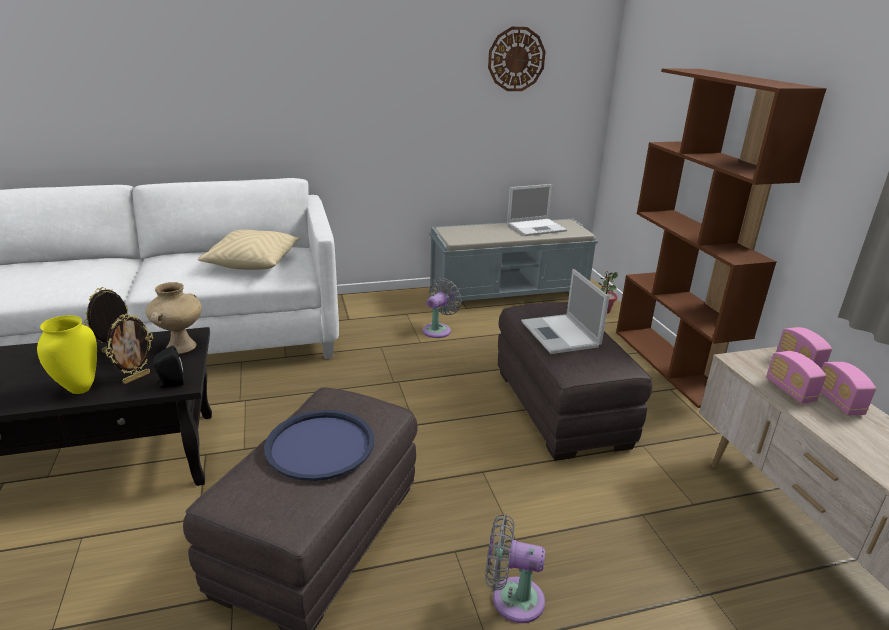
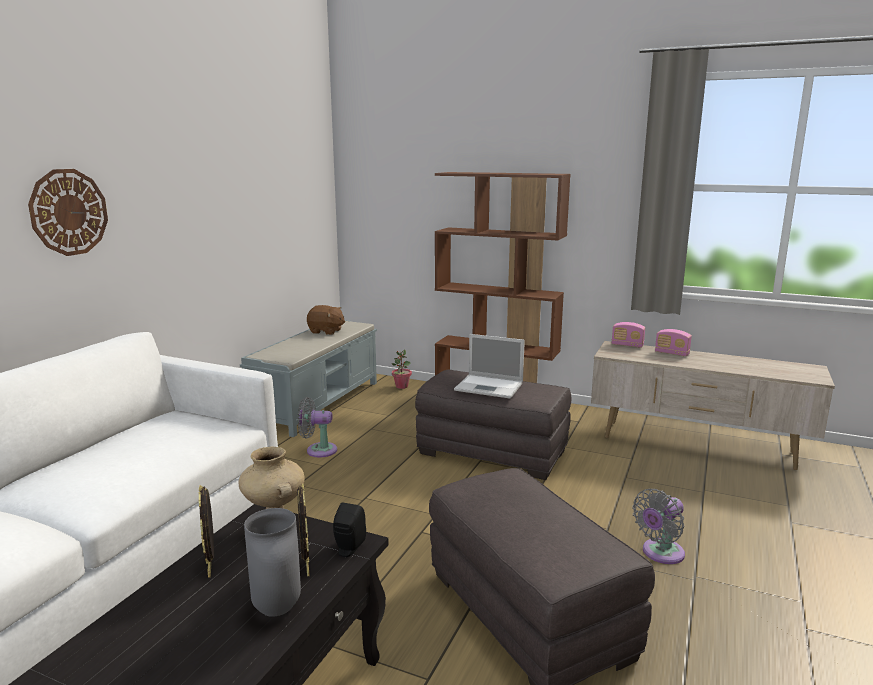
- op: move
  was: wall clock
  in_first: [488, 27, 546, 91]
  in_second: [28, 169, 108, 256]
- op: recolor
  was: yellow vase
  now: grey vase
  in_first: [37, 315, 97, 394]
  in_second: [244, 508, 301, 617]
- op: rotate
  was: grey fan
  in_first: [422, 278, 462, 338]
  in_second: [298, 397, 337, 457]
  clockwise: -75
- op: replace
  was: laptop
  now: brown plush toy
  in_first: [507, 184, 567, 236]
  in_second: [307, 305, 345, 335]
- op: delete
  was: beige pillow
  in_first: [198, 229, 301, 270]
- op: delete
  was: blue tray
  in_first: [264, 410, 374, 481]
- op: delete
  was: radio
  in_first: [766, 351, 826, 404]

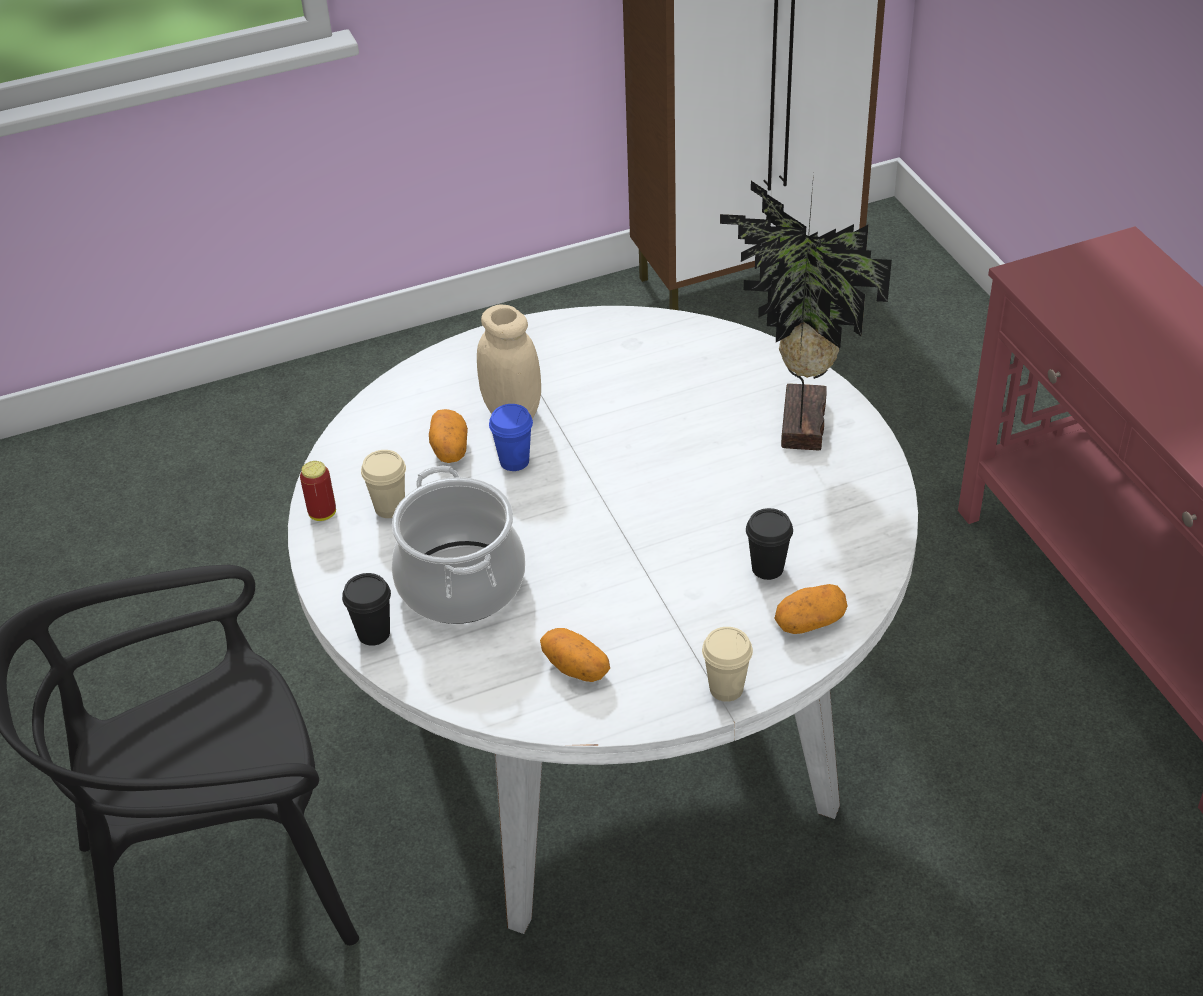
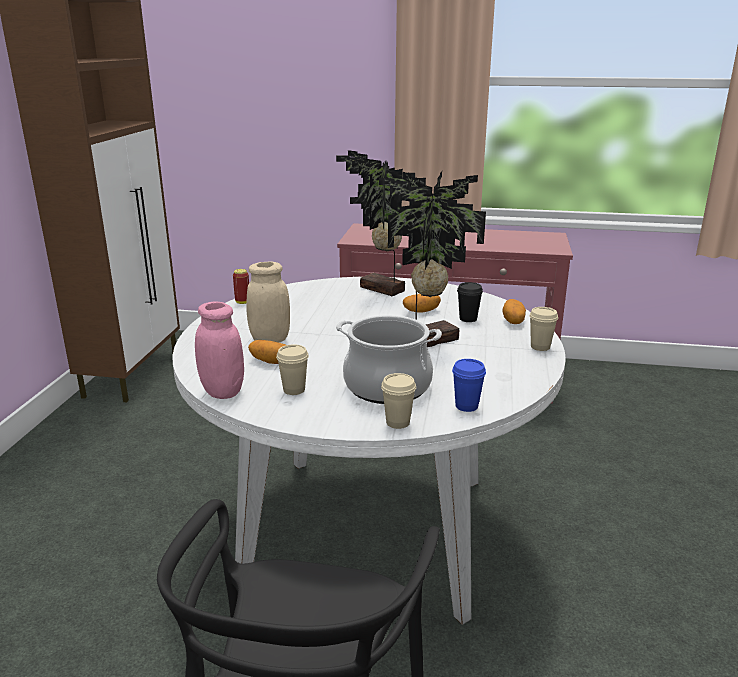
- op: insert
  now: pink jar
  in_second: [195, 302, 244, 399]
- op: move
  was: can
  in_first: [300, 461, 336, 521]
  in_second: [233, 269, 249, 304]
- op: insert
  now: potted plant
  in_second: [379, 171, 486, 347]
- op: recolor
  was: black cup
  now: beige cup
  in_first: [342, 573, 391, 646]
  in_second: [381, 373, 416, 429]
- op: move
  was: potato
  in_first: [540, 628, 610, 682]
  in_second: [403, 294, 441, 313]
- op: move
  was: blue cup
  in_first: [489, 404, 533, 471]
  in_second: [452, 359, 486, 412]

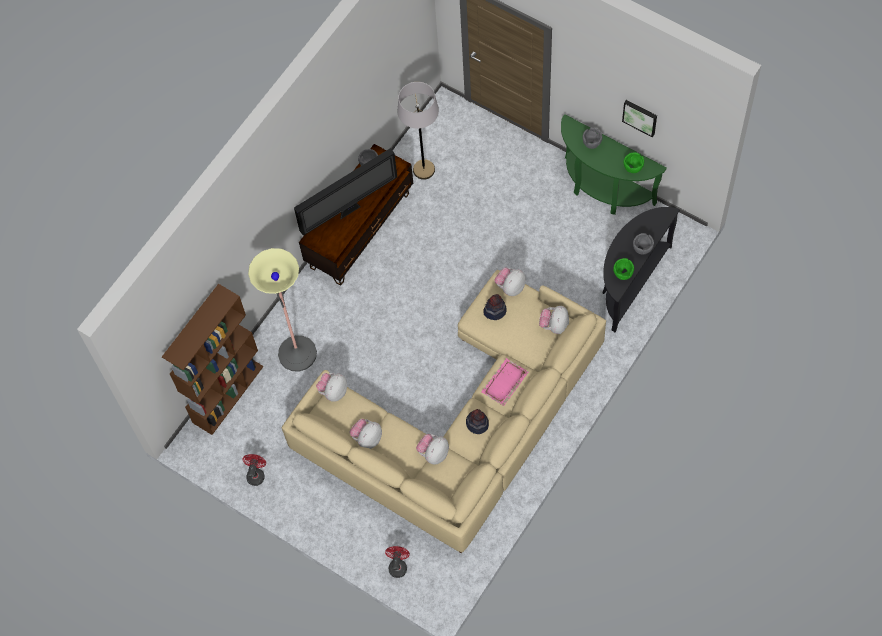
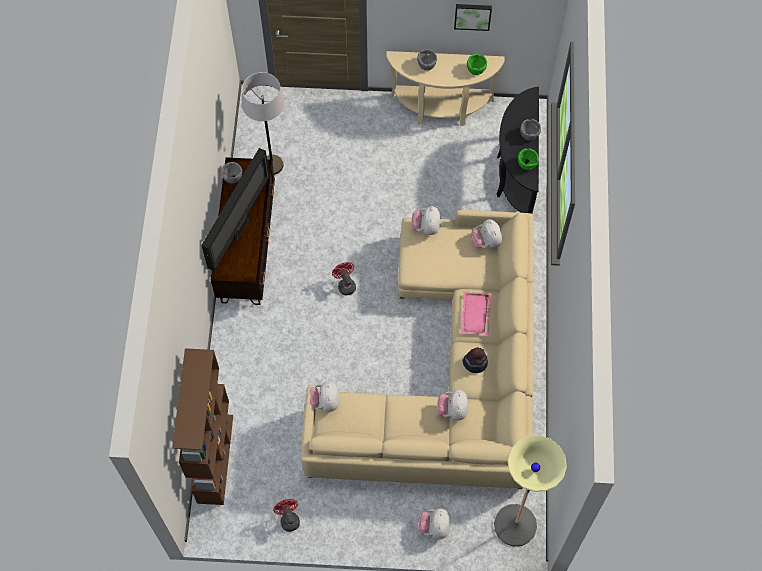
- op: move
  was: red fan
  in_first: [385, 546, 410, 578]
  in_second: [332, 262, 356, 295]
- op: recolor
  was: green console table
  now: beige console table
  in_first: [561, 114, 667, 215]
  in_second: [386, 51, 505, 126]
- op: move
  was: plush toy
  in_first: [350, 419, 382, 449]
  in_second: [419, 508, 450, 539]
- op: move
  was: floor lamp
  in_first: [248, 248, 317, 372]
  in_second: [494, 435, 567, 547]
- op: delete
  was: hat
  in_first: [484, 294, 507, 320]

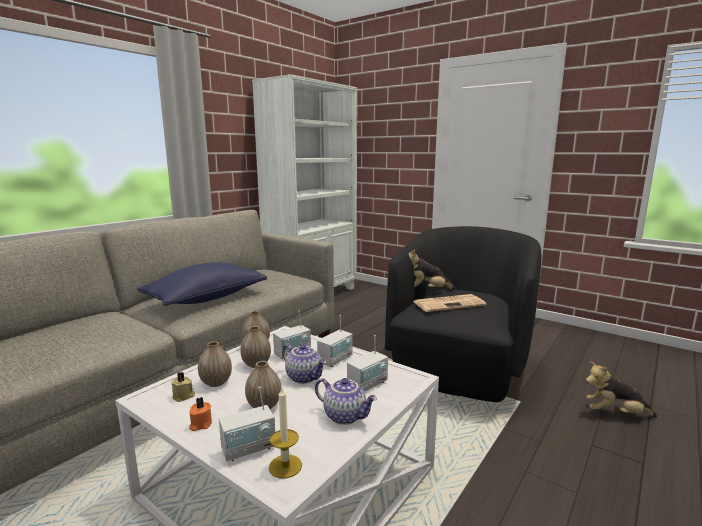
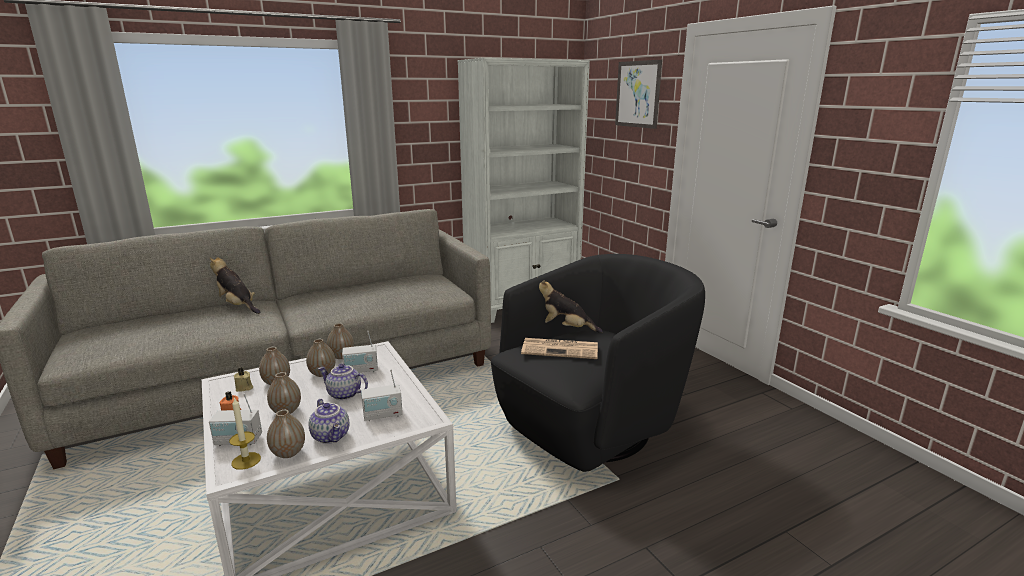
- op: move
  was: plush toy
  in_first: [586, 361, 657, 417]
  in_second: [209, 257, 261, 314]
- op: insert
  now: vase
  in_second: [267, 410, 305, 458]
- op: rotate
  was: teapot
  in_first: [282, 344, 326, 384]
  in_second: [318, 364, 368, 400]
  clockwise: 135
- op: insert
  now: picture
  in_second: [615, 60, 662, 129]
- op: delete
  was: blue pillow
  in_first: [138, 262, 267, 306]
- op: delete
  was: radio
  in_first: [317, 315, 353, 367]

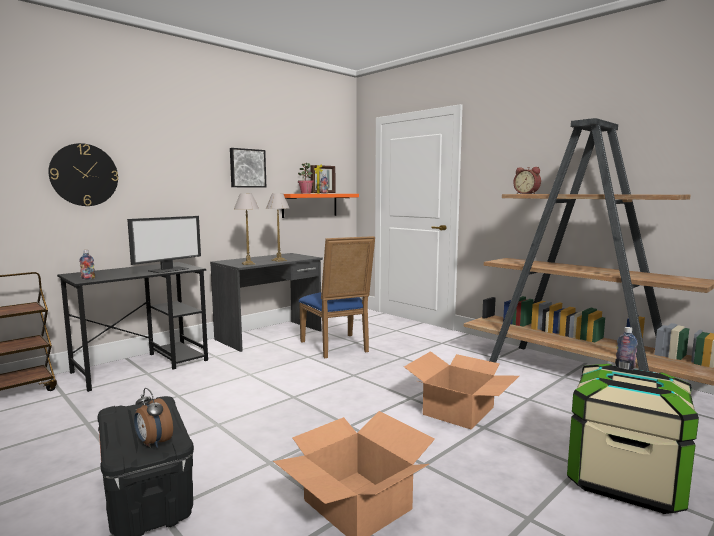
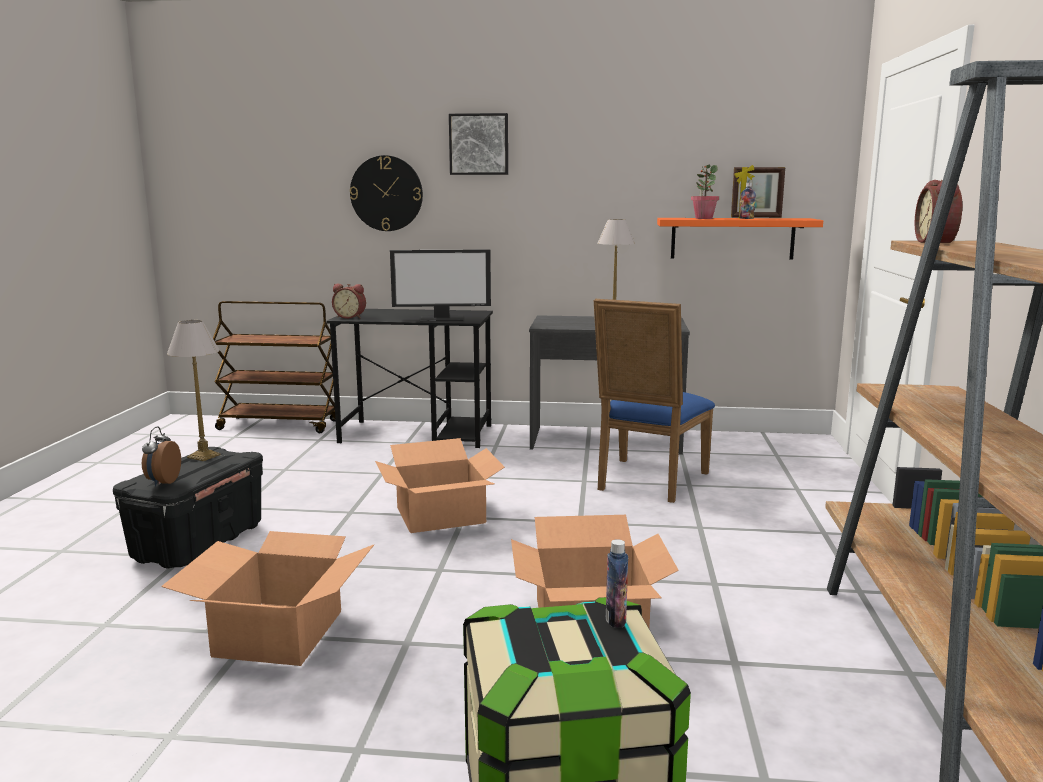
- op: move
  was: table lamp
  in_first: [234, 193, 259, 265]
  in_second: [167, 320, 221, 461]
- op: replace
  was: bottle
  now: alarm clock
  in_first: [79, 250, 95, 280]
  in_second: [332, 284, 366, 319]
- op: insert
  now: cardboard box
  in_second: [375, 438, 505, 533]
- op: move
  was: picture
  in_first: [230, 148, 266, 188]
  in_second: [449, 113, 508, 175]

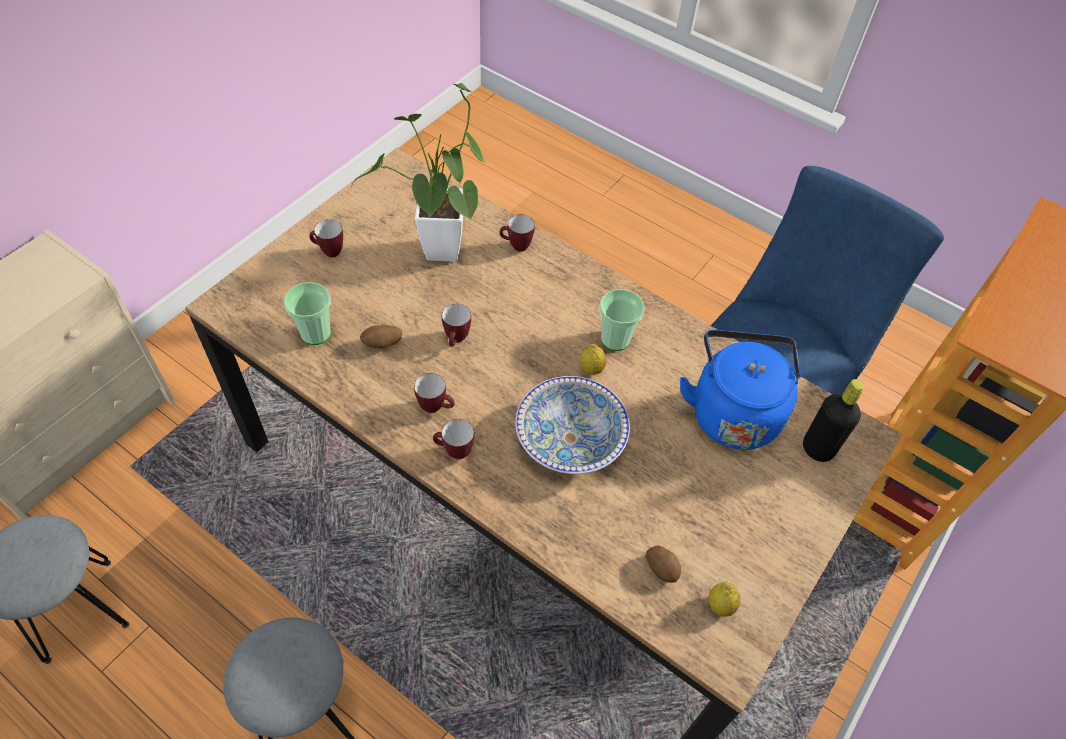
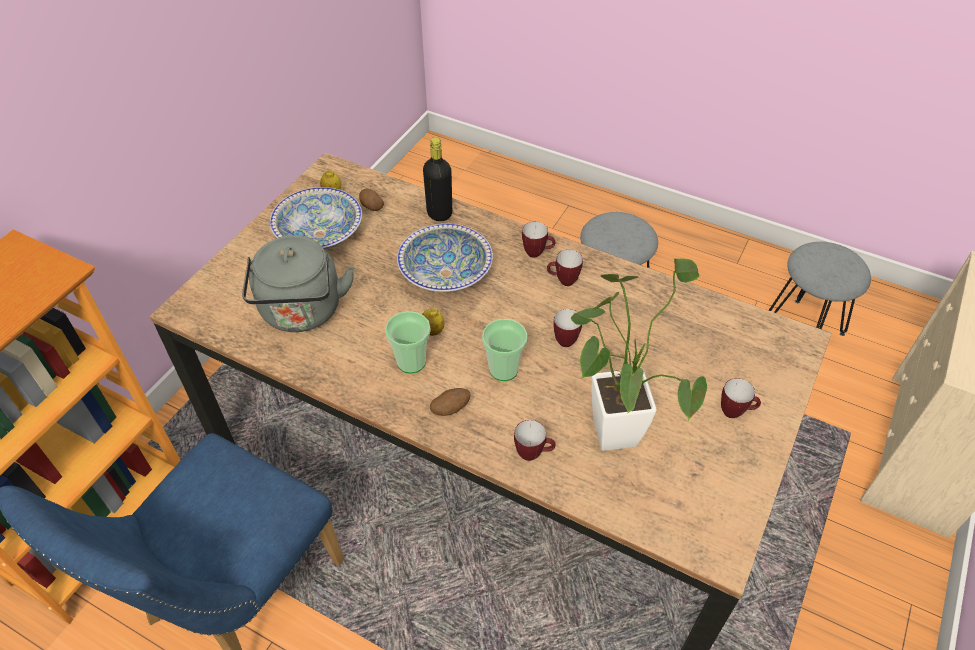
- op: recolor
  was: blue kettle
  now: grey kettle
  in_first: [680, 330, 801, 450]
  in_second: [242, 235, 355, 332]
- op: insert
  now: bowl
  in_second: [270, 187, 362, 250]
- op: move
  was: black bottle
  in_first: [803, 379, 864, 462]
  in_second: [423, 137, 452, 221]
- op: move
  was: potato
  in_first: [360, 325, 402, 349]
  in_second: [430, 388, 471, 416]
- op: move
  was: cup
  in_first: [284, 282, 331, 345]
  in_second: [482, 319, 527, 381]

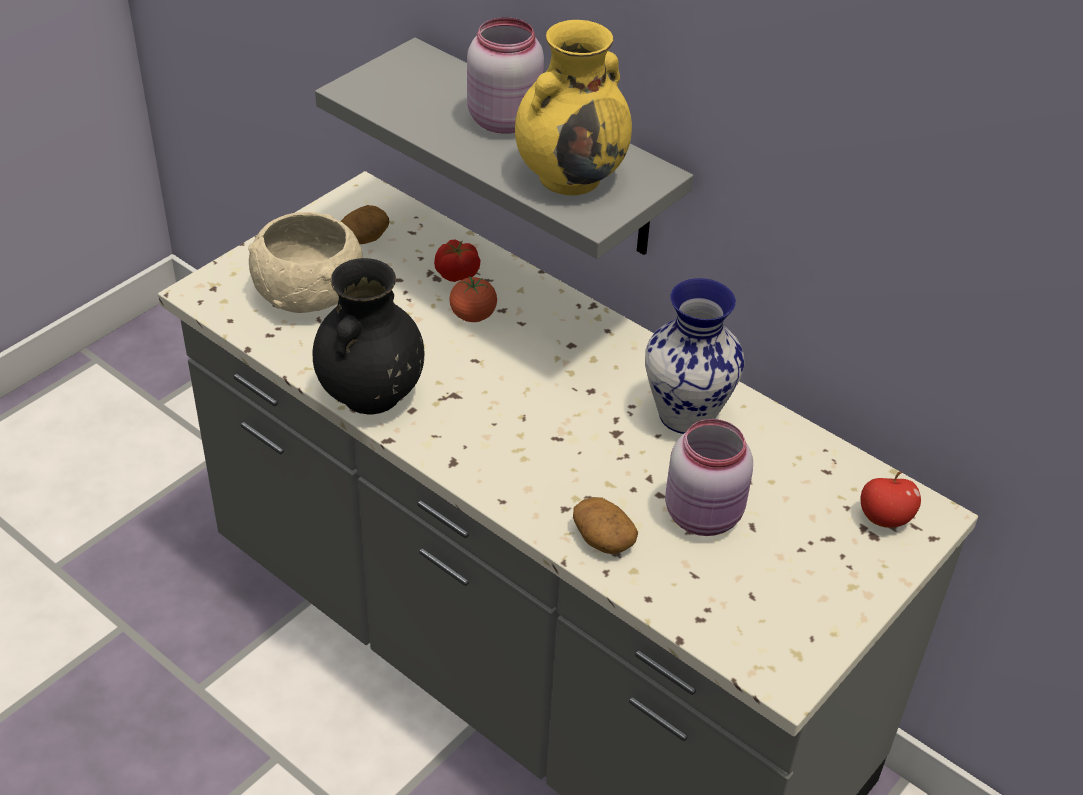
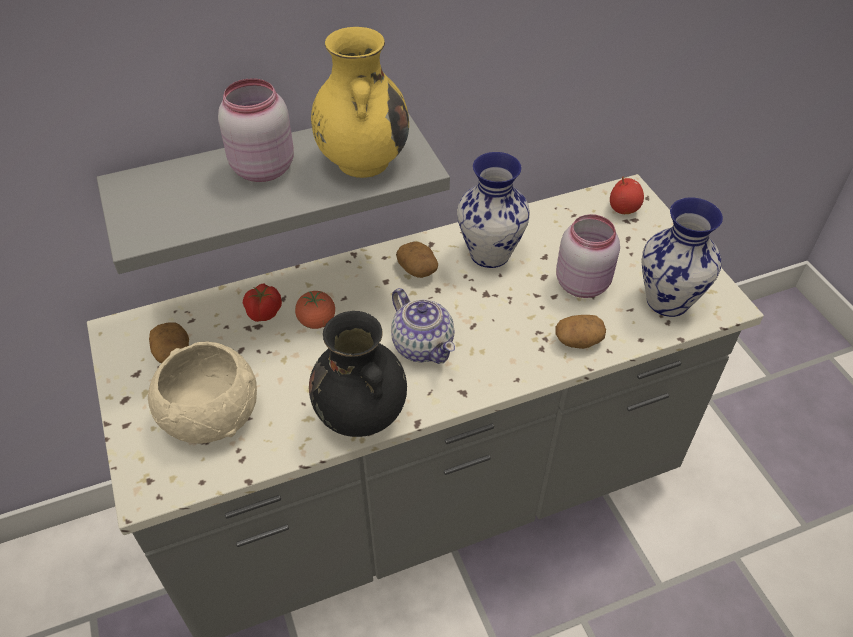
- op: insert
  now: teapot
  in_second: [391, 288, 455, 364]
- op: insert
  now: potato
  in_second: [396, 242, 438, 278]
- op: insert
  now: vase
  in_second: [641, 197, 723, 317]

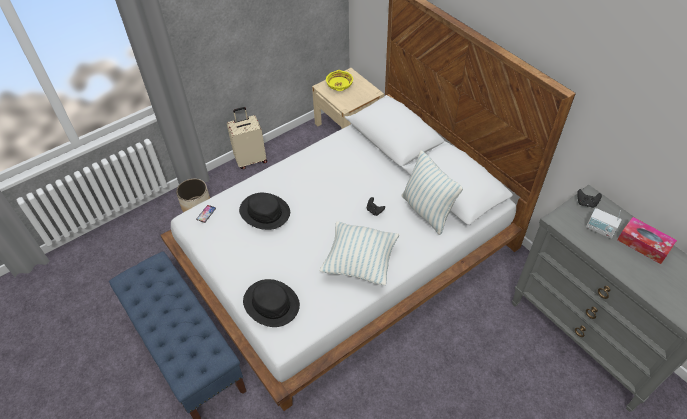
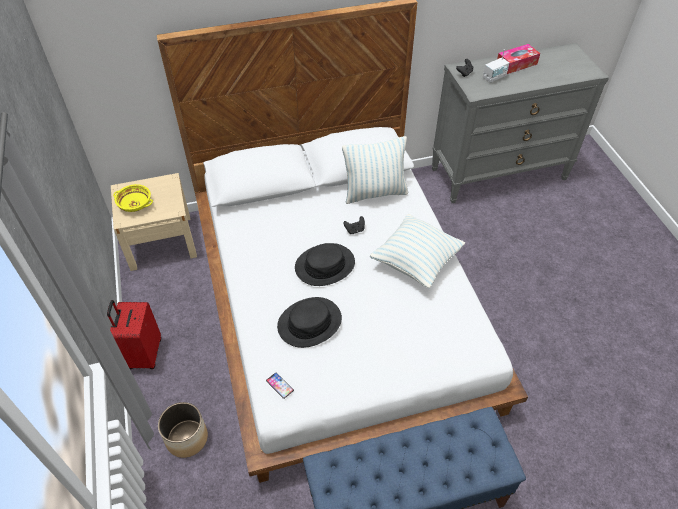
- op: recolor
  was: beige suitcase
  now: red suitcase
  in_first: [227, 107, 267, 169]
  in_second: [107, 300, 161, 369]
- op: move
  was: black hat
  in_first: [243, 279, 300, 327]
  in_second: [295, 243, 355, 286]

